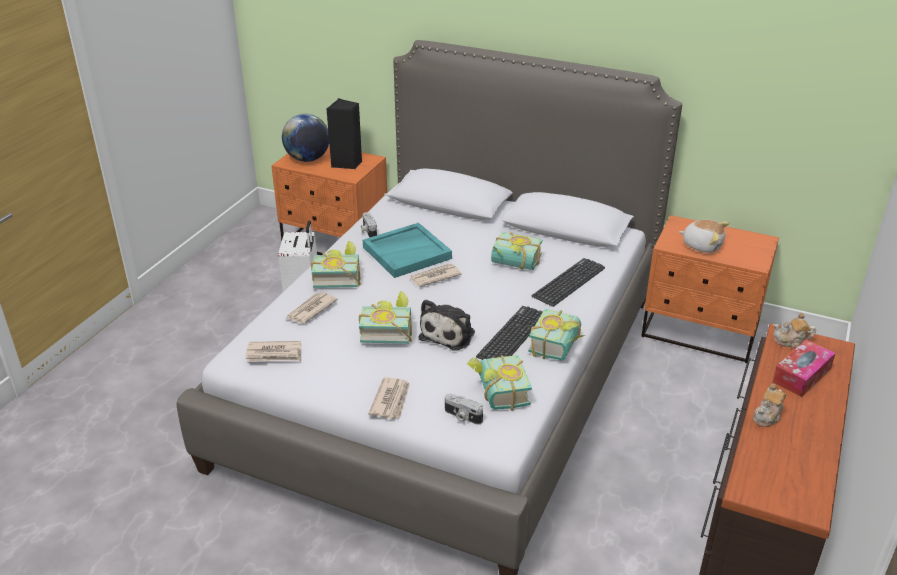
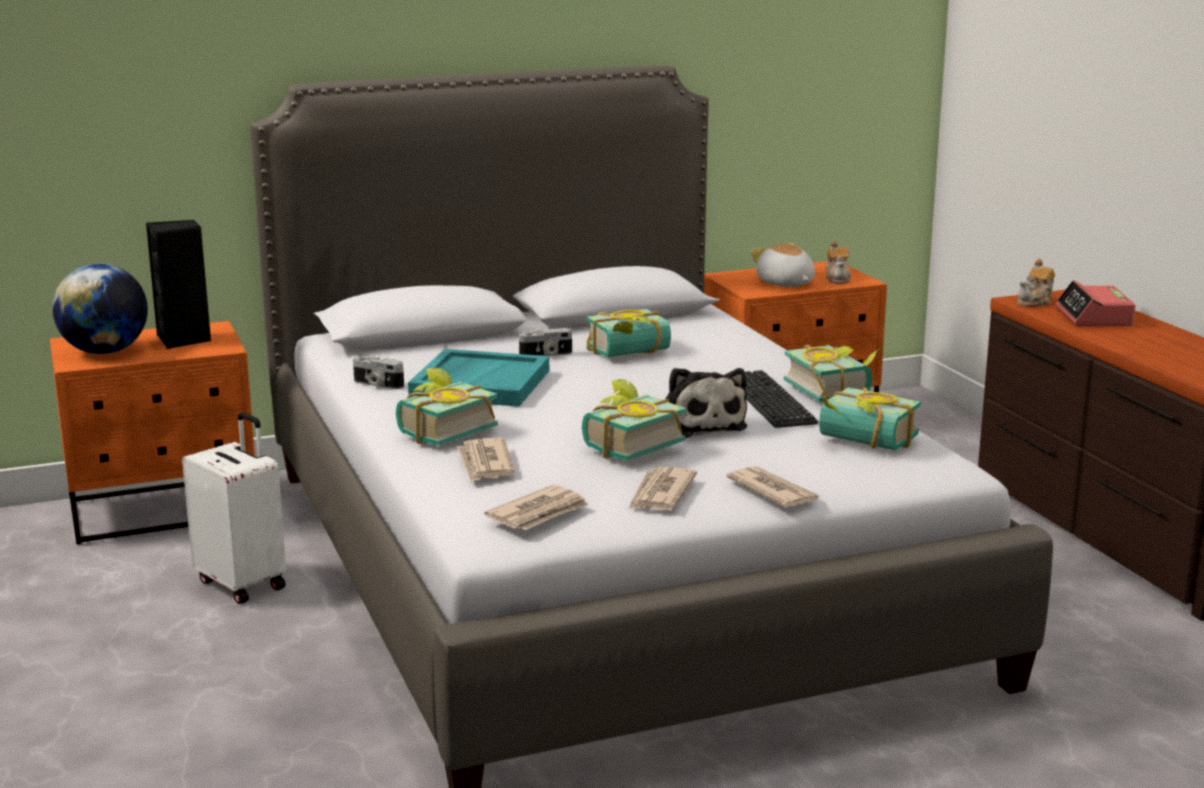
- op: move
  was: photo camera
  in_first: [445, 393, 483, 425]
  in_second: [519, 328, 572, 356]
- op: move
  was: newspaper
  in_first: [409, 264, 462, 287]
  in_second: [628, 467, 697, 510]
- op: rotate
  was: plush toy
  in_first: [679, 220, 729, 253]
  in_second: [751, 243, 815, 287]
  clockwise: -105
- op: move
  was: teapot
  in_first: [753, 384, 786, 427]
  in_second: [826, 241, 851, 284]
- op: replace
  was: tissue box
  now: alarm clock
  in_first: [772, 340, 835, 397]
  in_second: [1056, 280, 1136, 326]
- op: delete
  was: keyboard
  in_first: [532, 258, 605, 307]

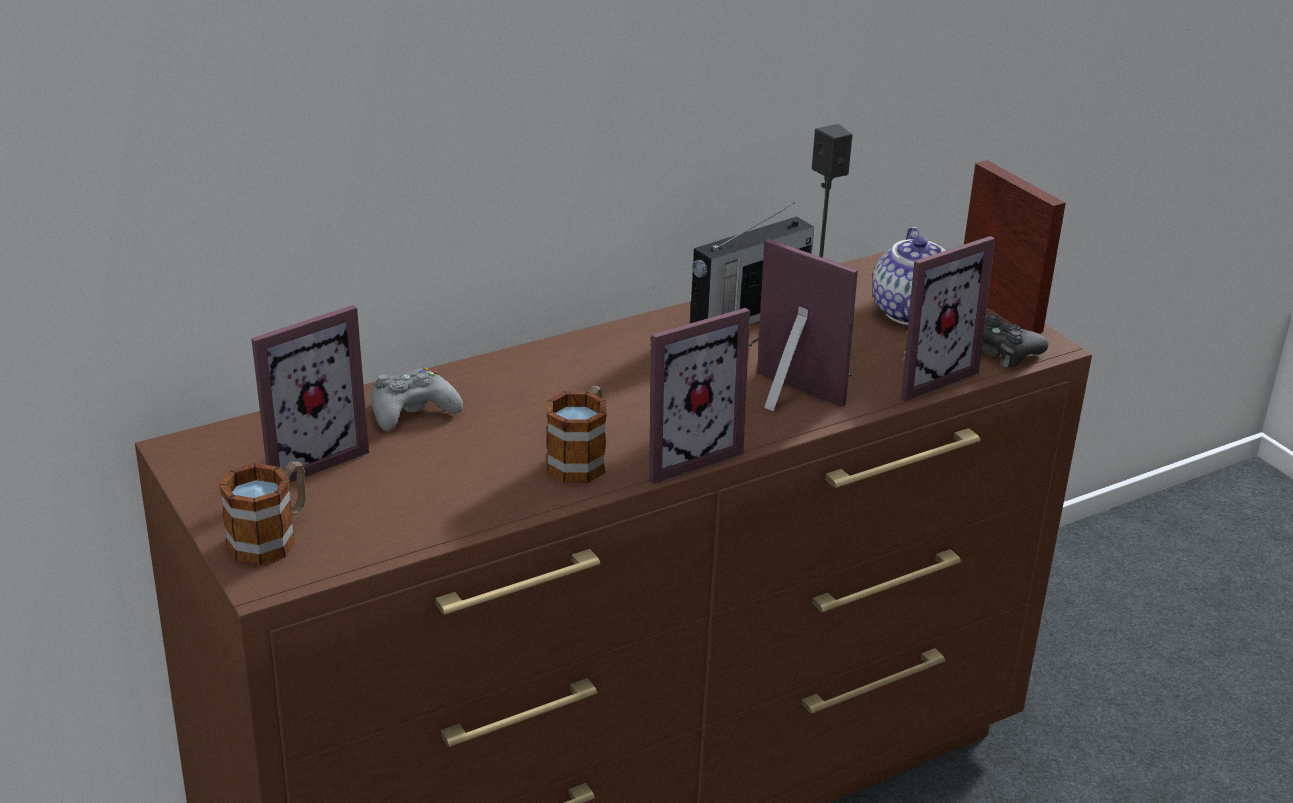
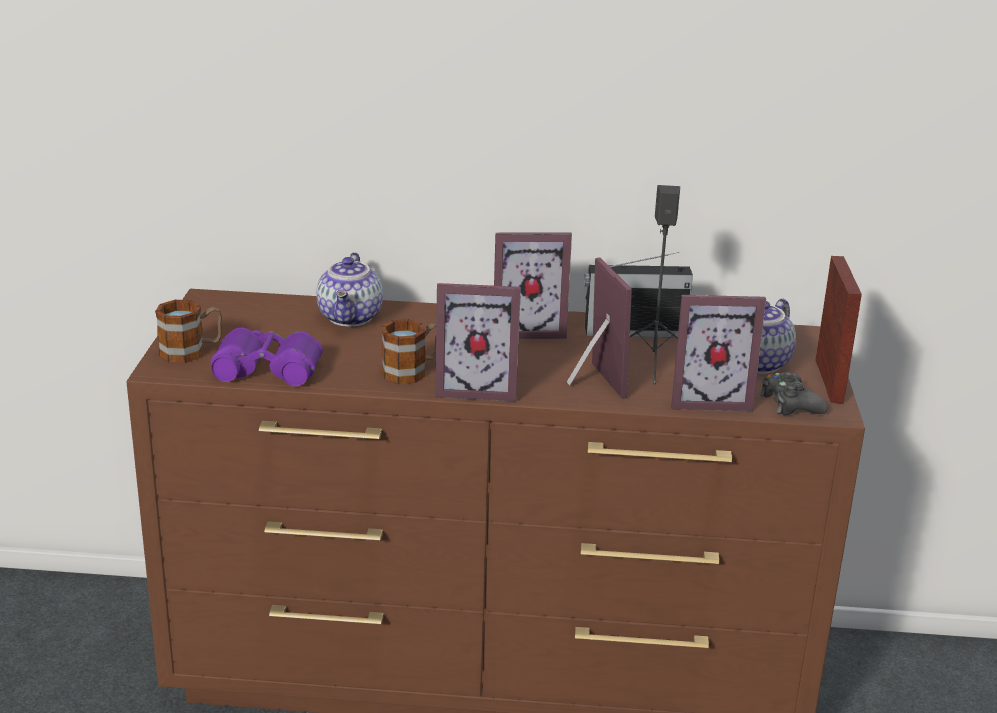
- op: insert
  now: purple binoculars
  in_second: [211, 328, 323, 386]
- op: replace
  was: grey game controller
  now: teapot
  in_first: [371, 367, 463, 431]
  in_second: [316, 252, 383, 327]
- op: move
  was: picture frame
  in_first: [251, 305, 369, 483]
  in_second: [494, 233, 572, 339]

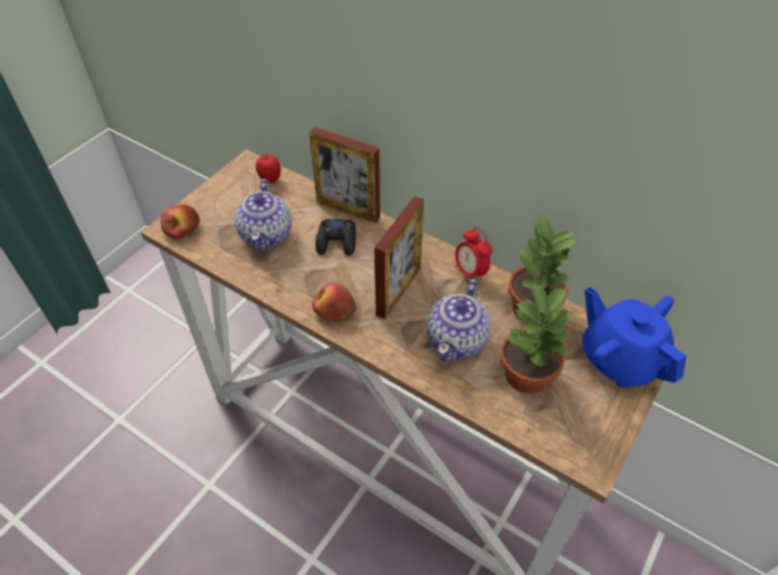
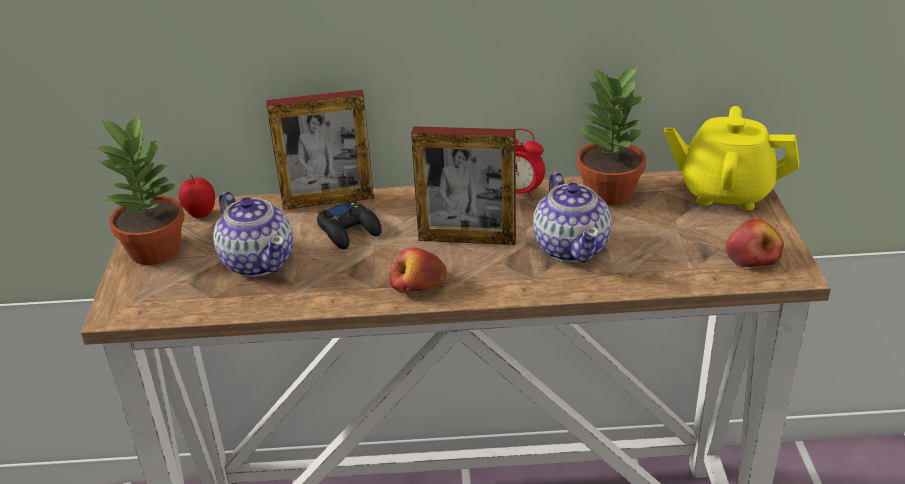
- op: move
  was: potted plant
  in_first: [500, 283, 573, 394]
  in_second: [92, 114, 184, 265]
- op: rotate
  was: picture frame
  in_first: [374, 196, 424, 319]
  in_second: [411, 126, 516, 245]
  clockwise: 105
- op: recolor
  was: blue teapot
  now: yellow teapot
  in_first: [582, 287, 686, 388]
  in_second: [664, 106, 799, 210]
- op: move
  was: apple
  in_first: [161, 204, 200, 238]
  in_second: [725, 219, 784, 267]

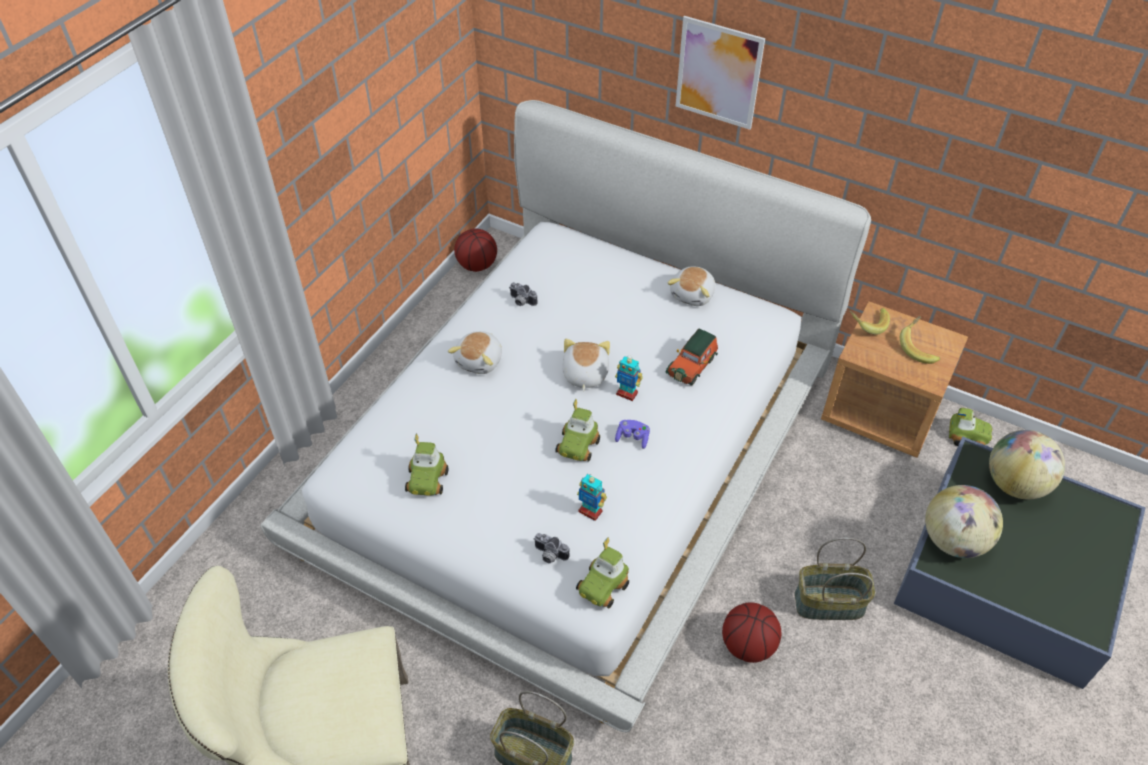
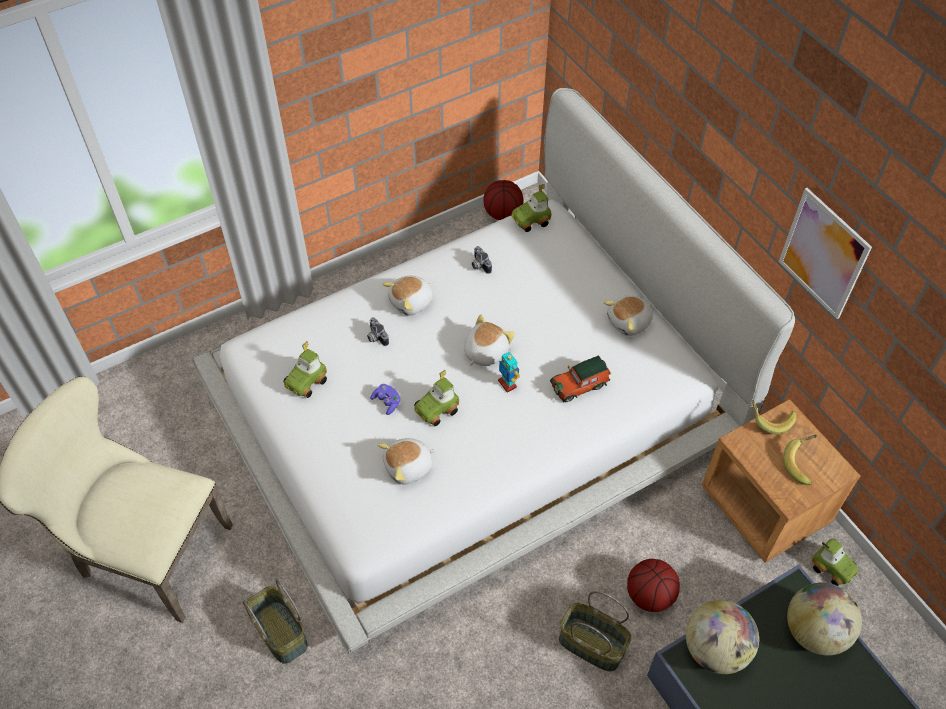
- op: move
  was: photo camera
  in_first: [534, 533, 569, 564]
  in_second: [367, 317, 389, 346]
- op: move
  was: purple game controller
  in_first: [615, 420, 650, 449]
  in_second: [370, 384, 401, 415]
- op: replace
  was: toy robot
  now: plush toy
  in_first: [577, 474, 607, 521]
  in_second: [378, 438, 436, 484]
- op: move
  was: toy car
  in_first: [576, 537, 629, 609]
  in_second: [511, 184, 551, 232]
- op: move
  was: basketball
  in_first: [722, 602, 781, 663]
  in_second: [627, 559, 680, 612]
- op: move
  was: picture
  in_first: [676, 16, 765, 130]
  in_second: [779, 188, 872, 319]

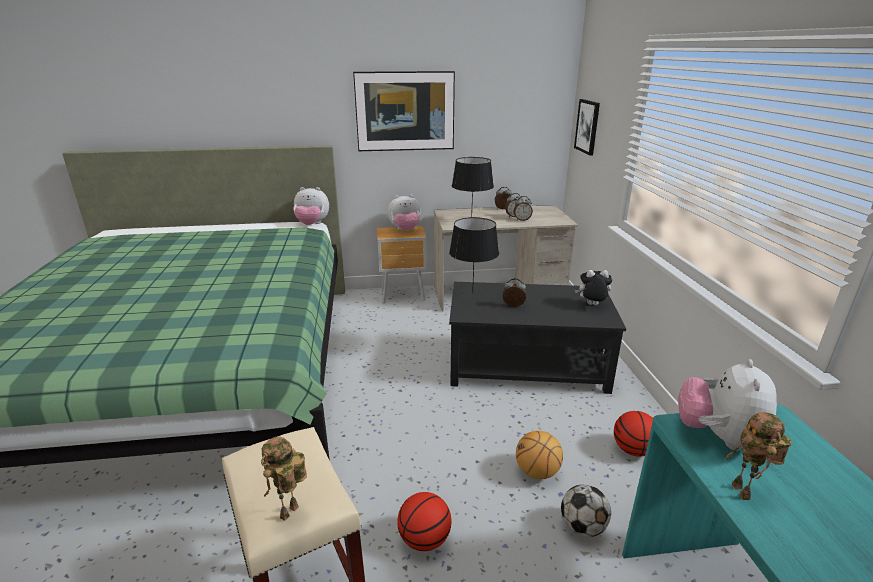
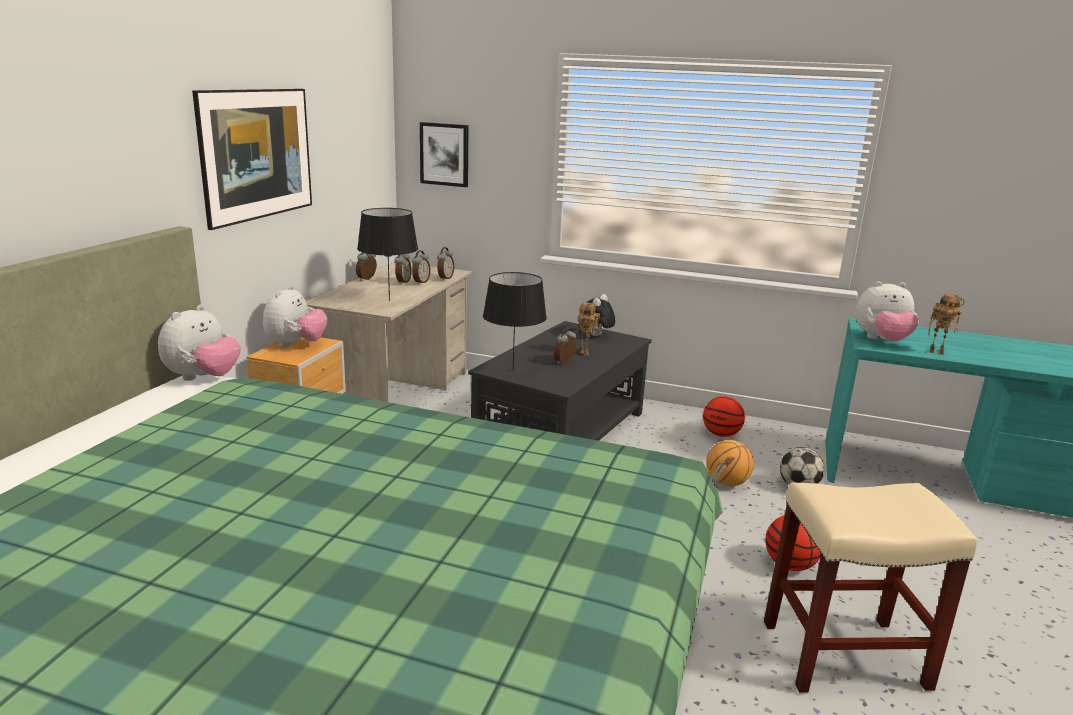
- op: insert
  now: alarm clock
  in_second: [437, 247, 454, 281]
- op: move
  was: toy robot
  in_first: [261, 437, 307, 521]
  in_second: [575, 302, 600, 356]
- op: rotate
  was: plush toy
  in_first: [678, 359, 777, 451]
  in_second: [856, 281, 919, 342]
  clockwise: -45

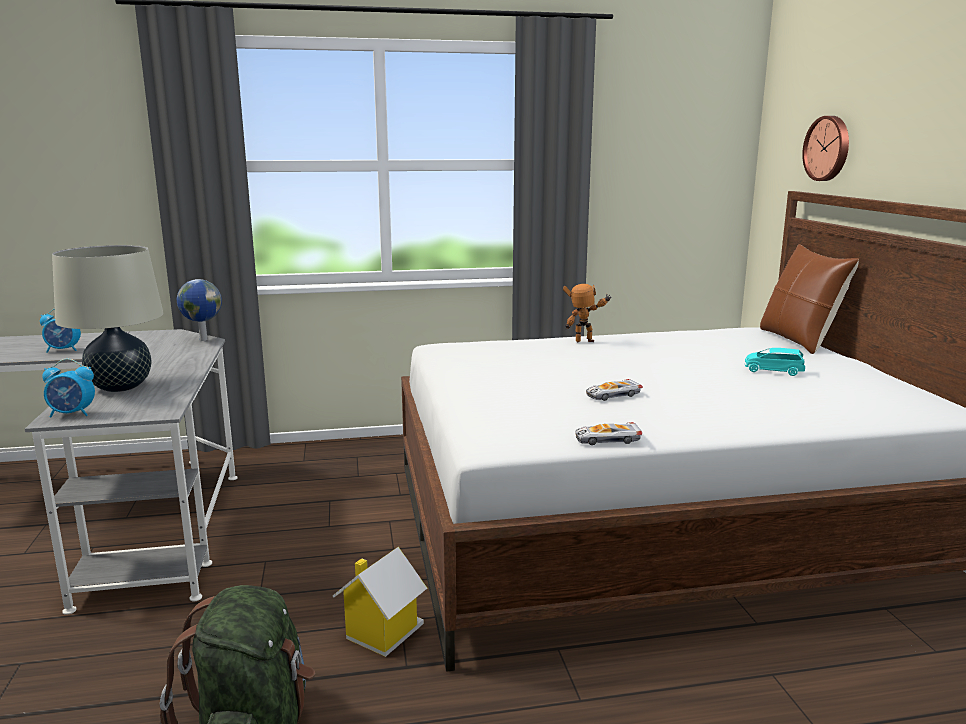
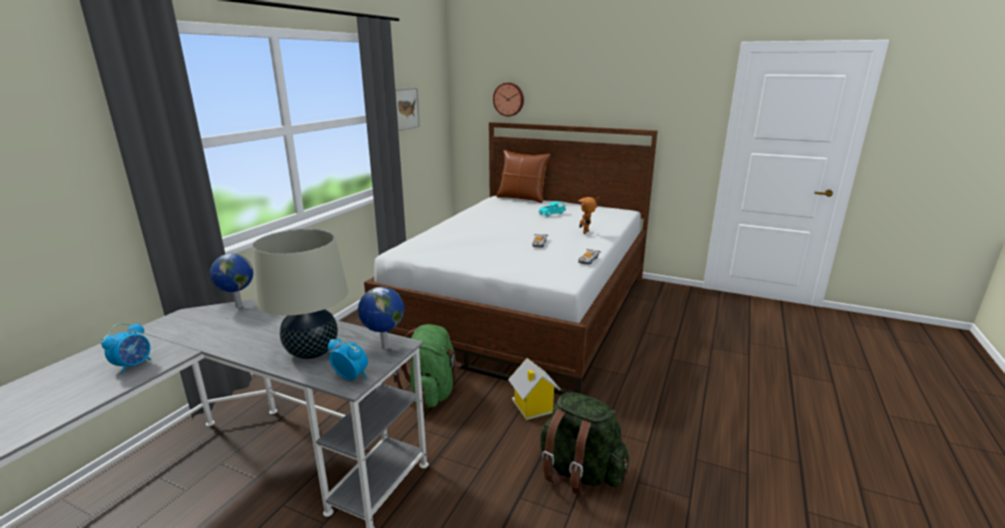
- op: rotate
  was: alarm clock
  in_first: [42, 359, 95, 417]
  in_second: [328, 338, 368, 380]
  clockwise: -90
- op: insert
  now: globe
  in_second: [358, 287, 404, 350]
- op: insert
  now: green backpack
  in_second: [394, 324, 461, 408]
- op: insert
  now: picture
  in_second: [395, 88, 420, 131]
- op: move
  was: toy robot
  in_first: [563, 284, 612, 342]
  in_second: [579, 197, 600, 234]

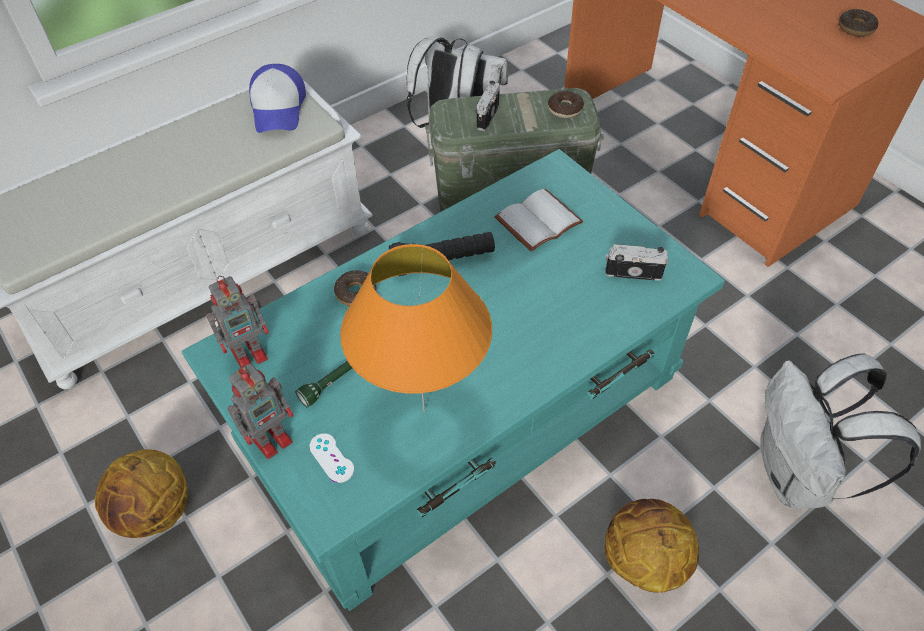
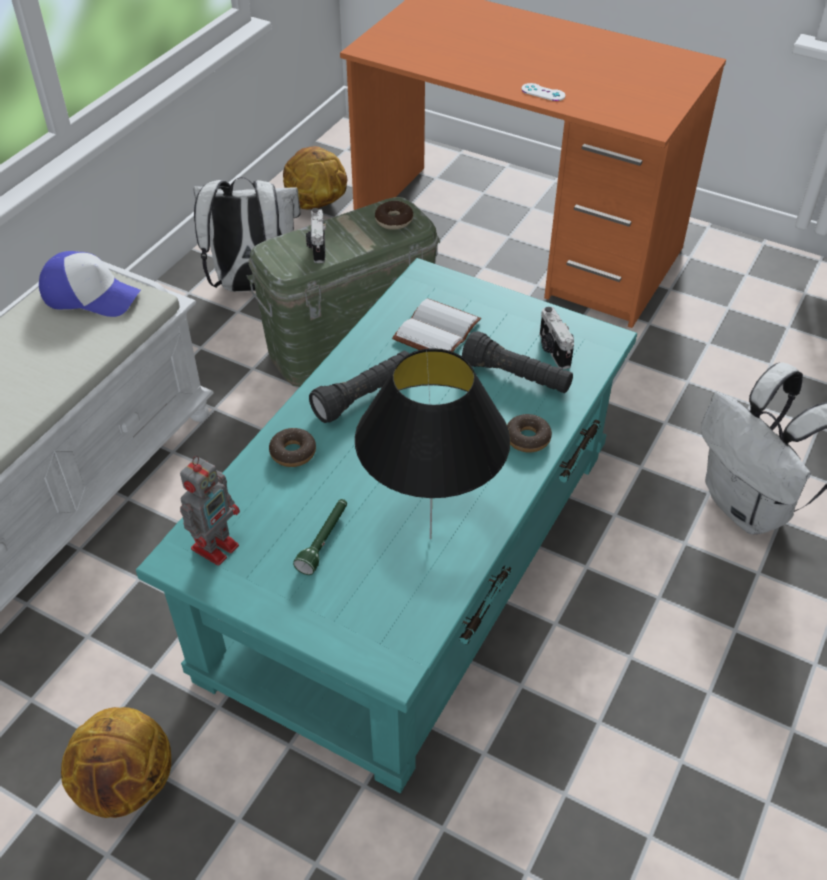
- op: rotate
  was: cap
  in_first: [249, 64, 306, 133]
  in_second: [39, 251, 141, 317]
  clockwise: -45
- op: move
  was: basketball
  in_first: [605, 499, 699, 593]
  in_second: [283, 146, 347, 209]
- op: recolor
  was: orange table lamp
  now: black table lamp
  in_first: [340, 244, 492, 413]
  in_second: [355, 348, 511, 539]
- op: insert
  now: black flashlight
  in_second: [462, 331, 573, 393]
- op: move
  was: donut
  in_first: [839, 9, 878, 37]
  in_second: [507, 414, 552, 453]
- op: move
  was: white game controller
  in_first: [309, 433, 354, 483]
  in_second: [522, 83, 565, 101]
- op: rotate
  was: photo camera
  in_first: [606, 244, 669, 281]
  in_second: [540, 307, 574, 370]
  clockwise: -90
- op: delete
  was: toy robot
  in_first: [227, 363, 293, 459]

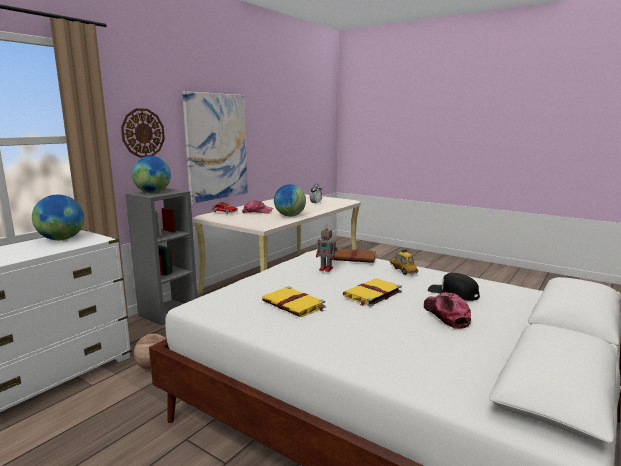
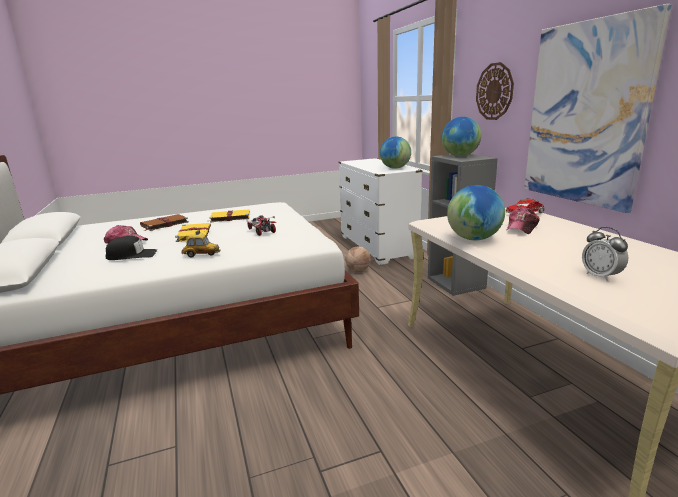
- op: move
  was: brown book
  in_first: [333, 248, 378, 263]
  in_second: [140, 214, 189, 231]
- op: replace
  was: toy robot
  now: toy car
  in_first: [316, 224, 338, 272]
  in_second: [247, 215, 276, 236]

